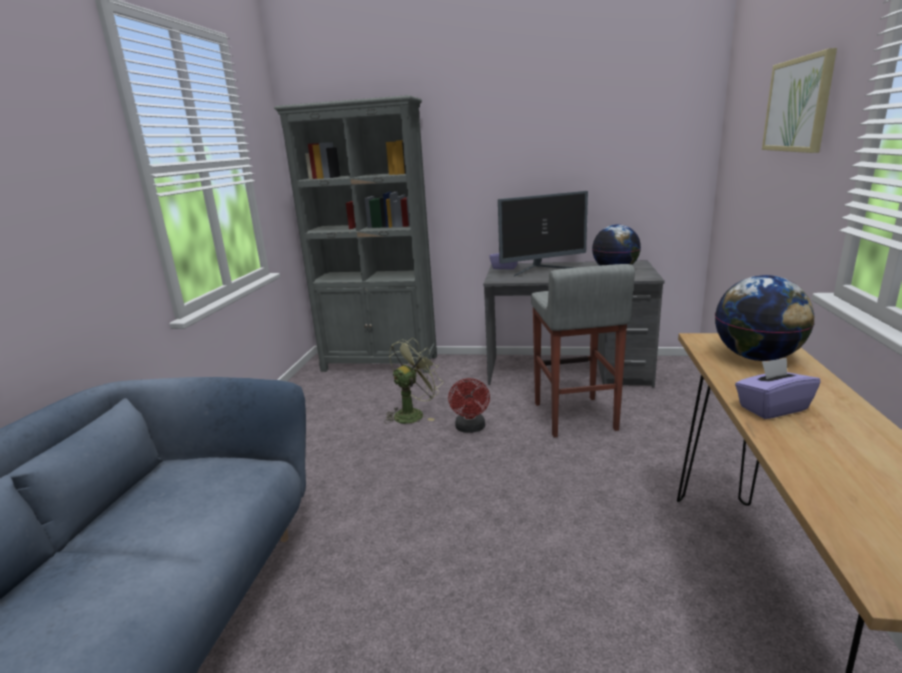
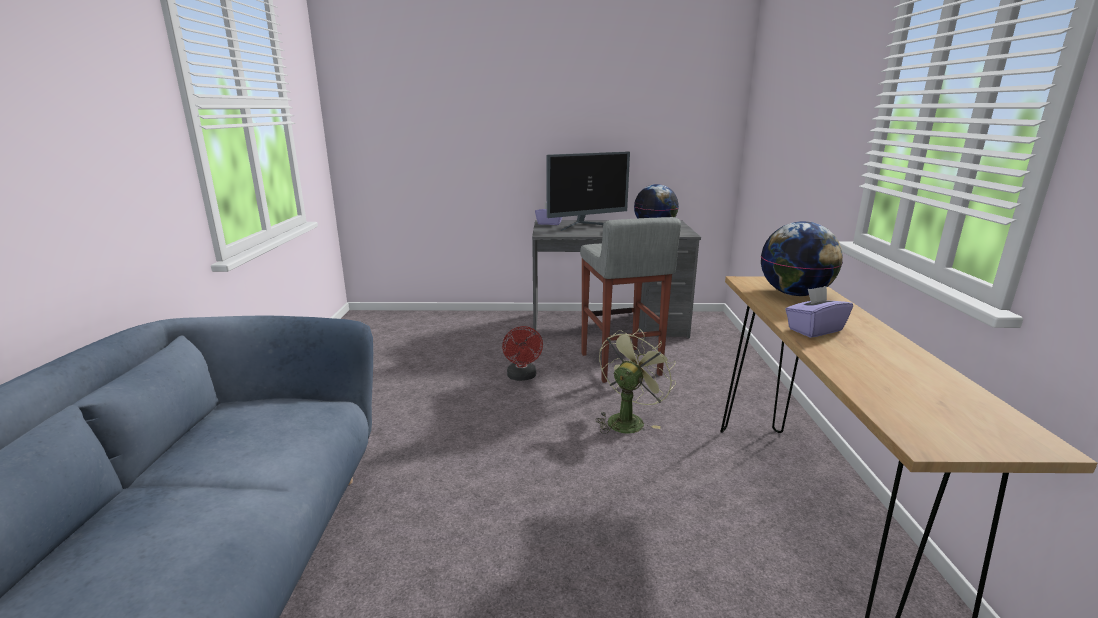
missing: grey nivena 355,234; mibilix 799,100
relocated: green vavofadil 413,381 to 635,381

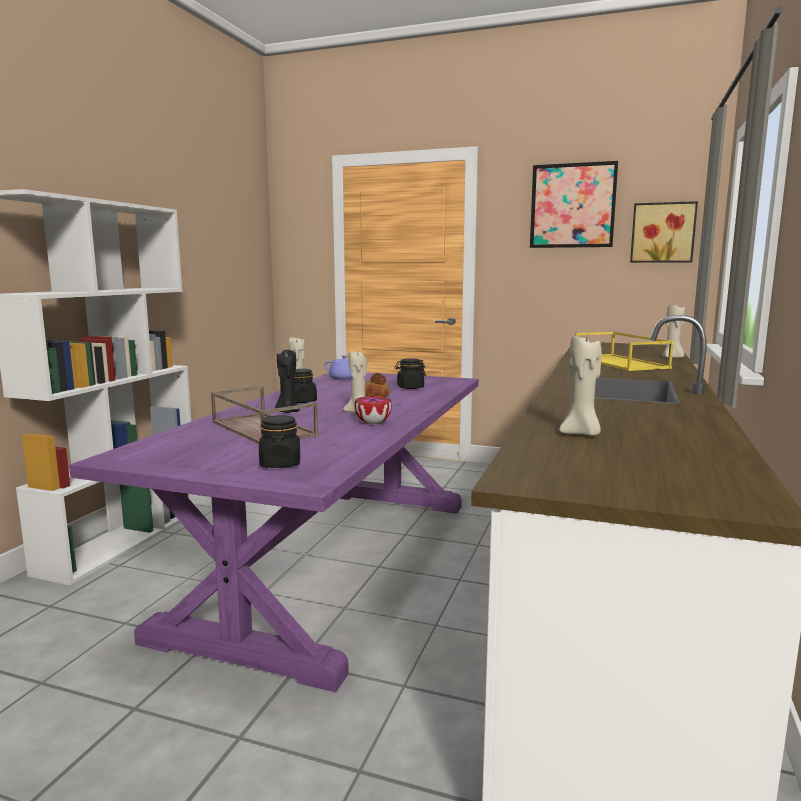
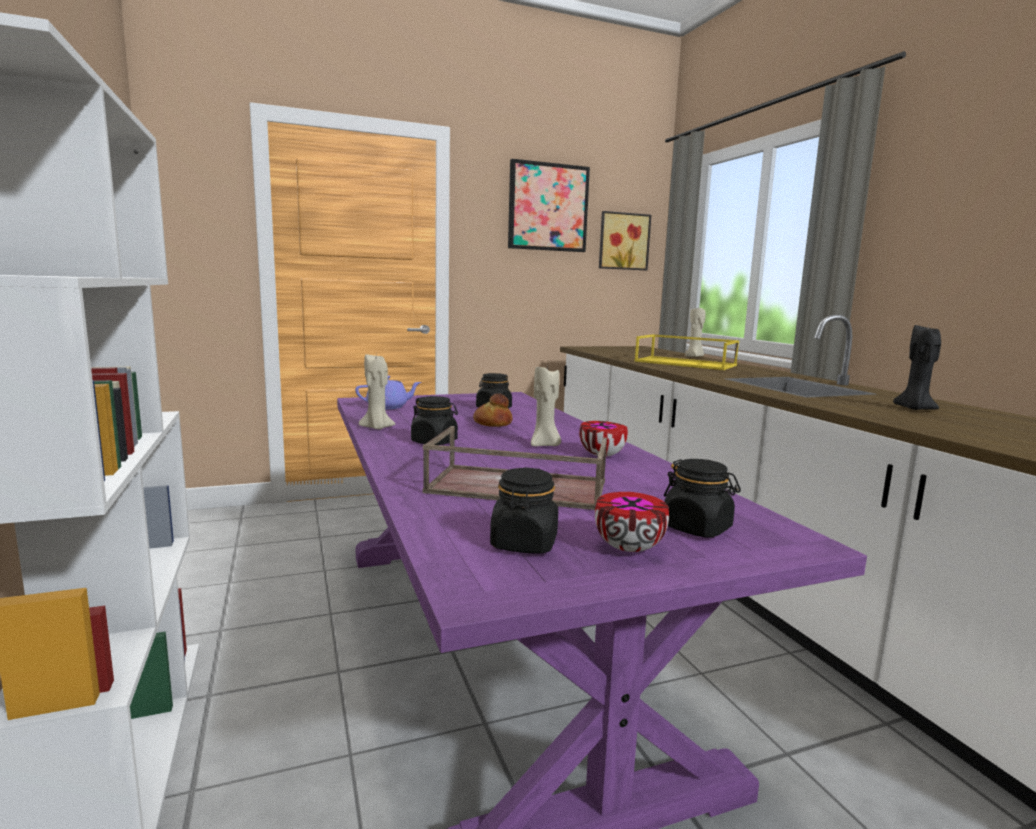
missing: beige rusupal 580,386
appeared: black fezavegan 524,510; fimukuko 632,522
relocated: black rusupal 287,381 to 917,367

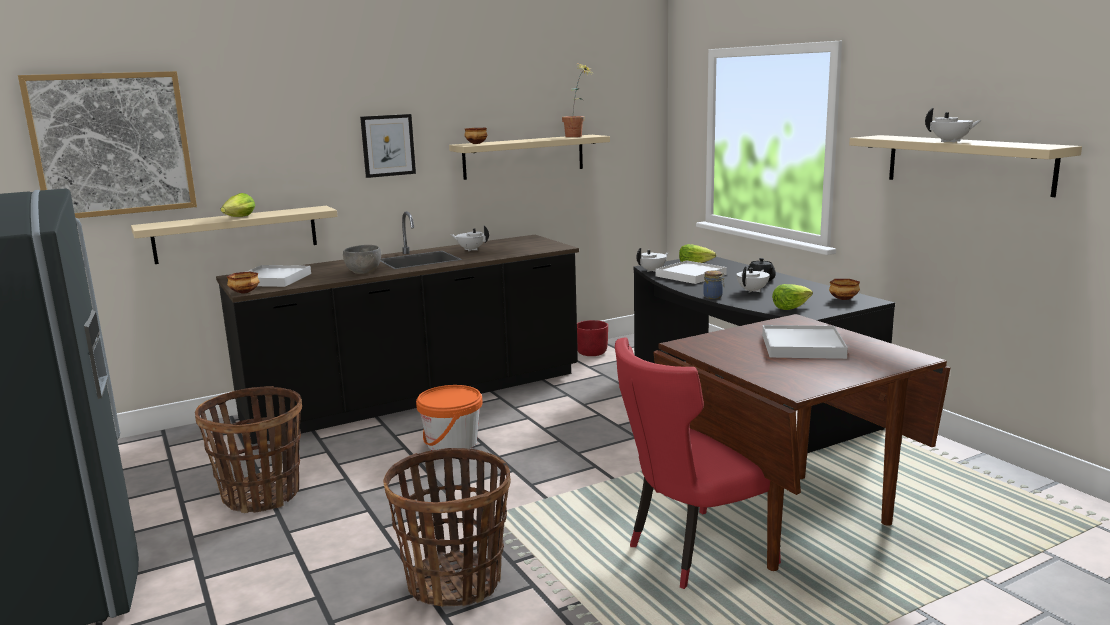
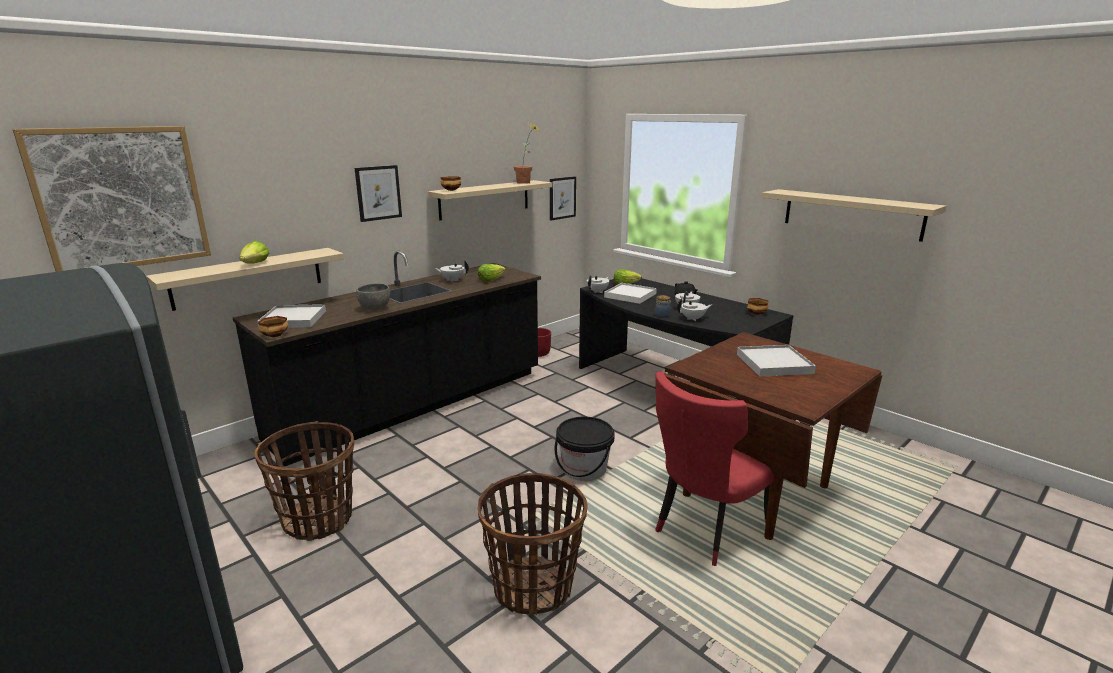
missing: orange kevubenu 449,417
appeared: mibilix 563,198; black kevubenu 585,449
relocated: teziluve 792,297 to 492,273; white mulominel 953,125 to 694,310

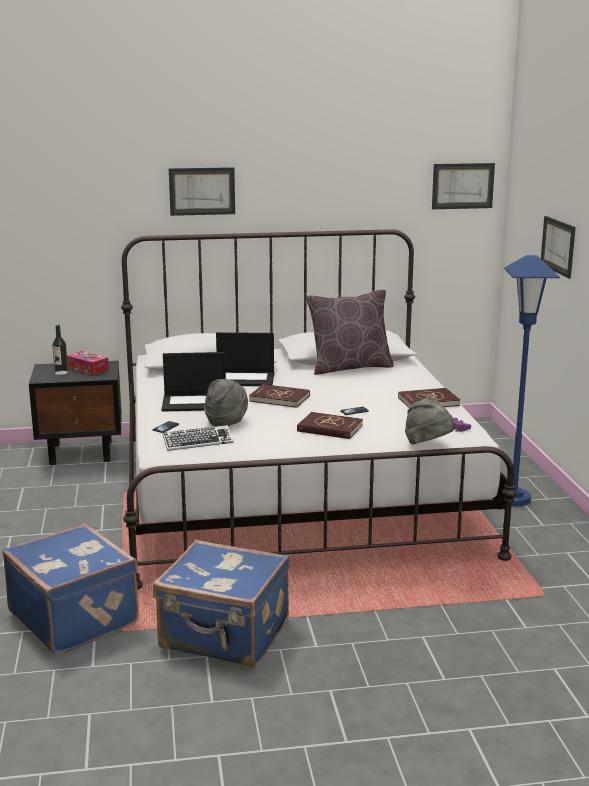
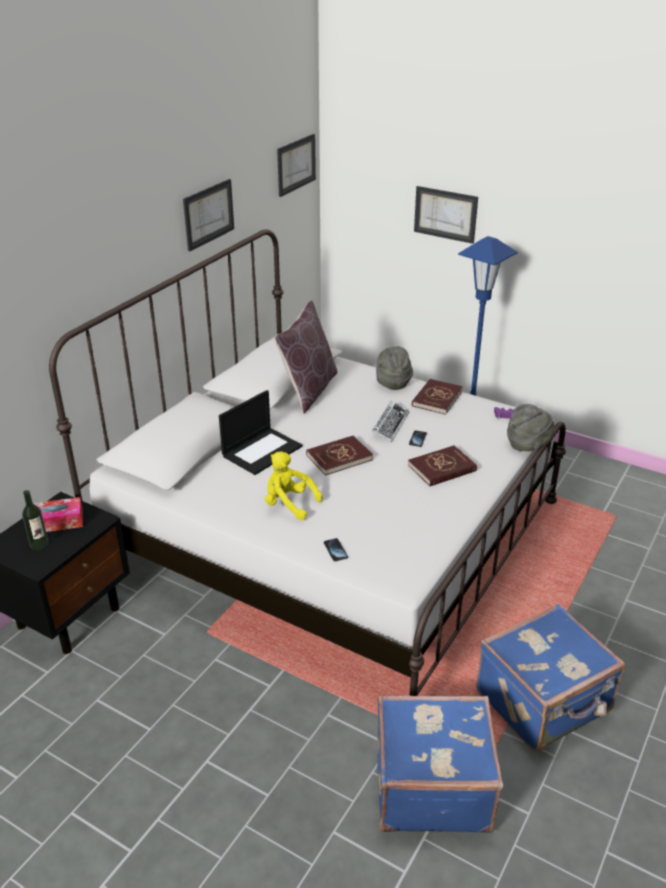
relocated: mibilix 202,191 to 208,215; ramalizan 198,438 to 390,421; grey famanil 226,403 to 394,368
exchanged: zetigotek 194,382 to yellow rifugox 294,485

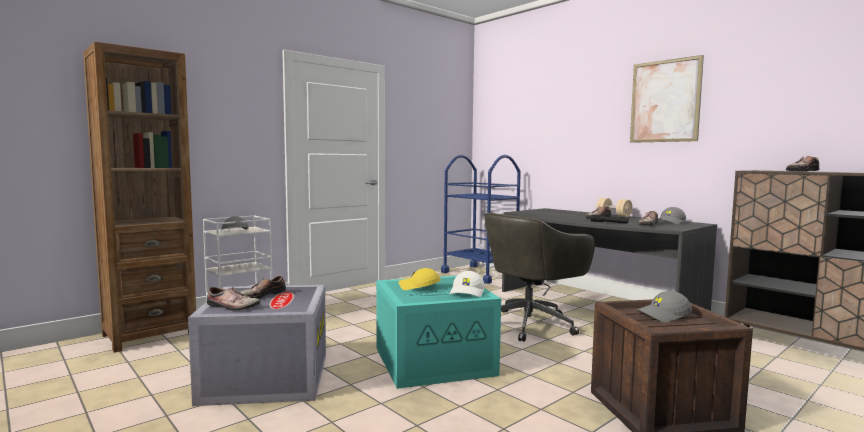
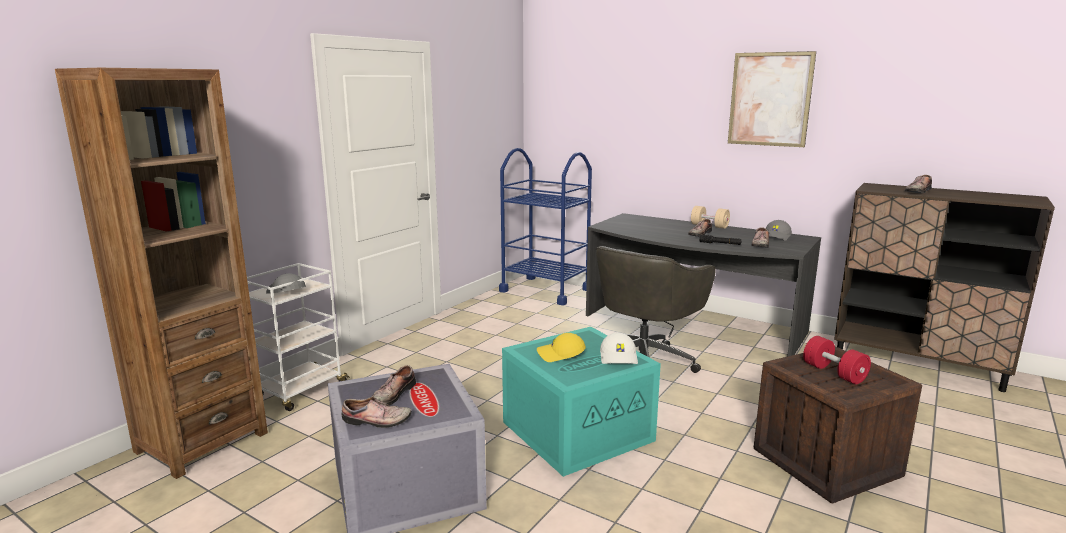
exchanged: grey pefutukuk 664,306 to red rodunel 837,360

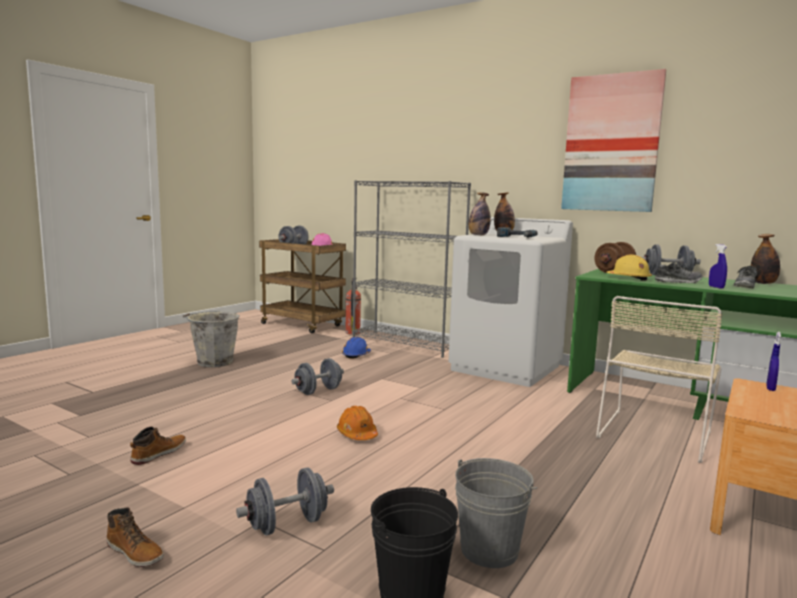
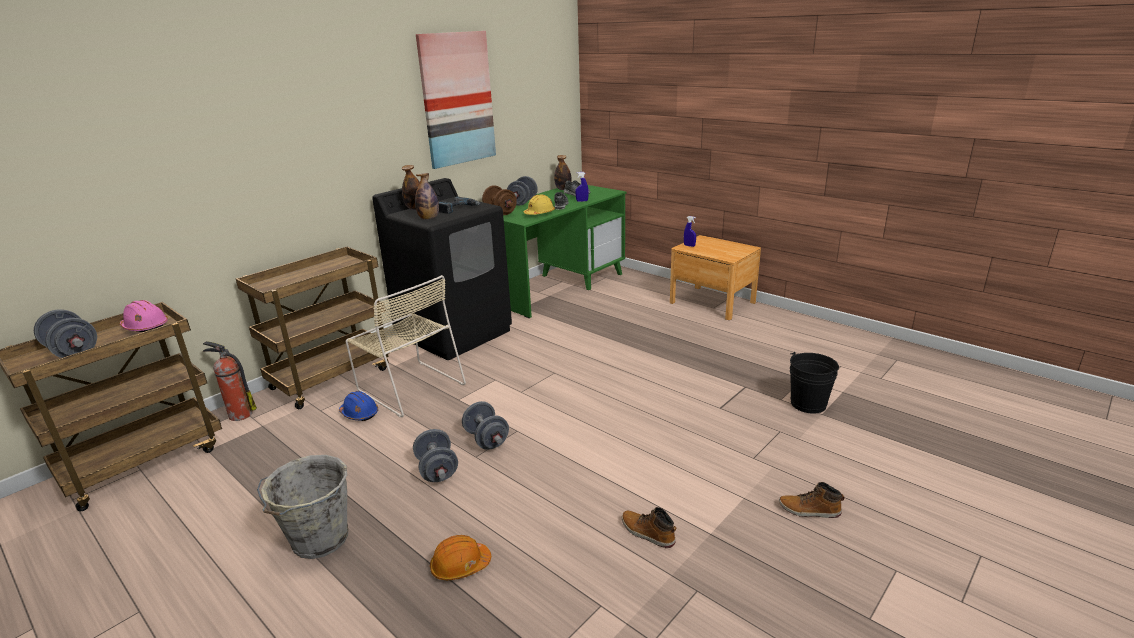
missing: grey kevubenu 496,513
relocated: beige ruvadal 659,379 to 406,346; grey rodunel 285,501 to 435,455; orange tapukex 357,423 to 460,557
exchanged: grey nivena 411,269 to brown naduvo 314,328
colour: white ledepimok 510,302 to black ledepimok 442,269
spun: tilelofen 135,537 = 811,500 120 degrees counterclockwise

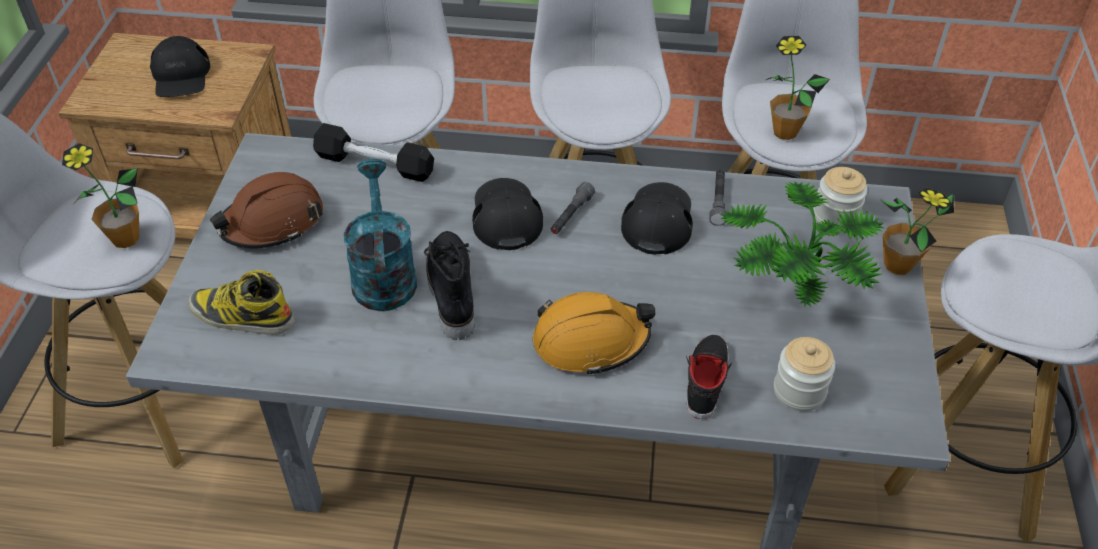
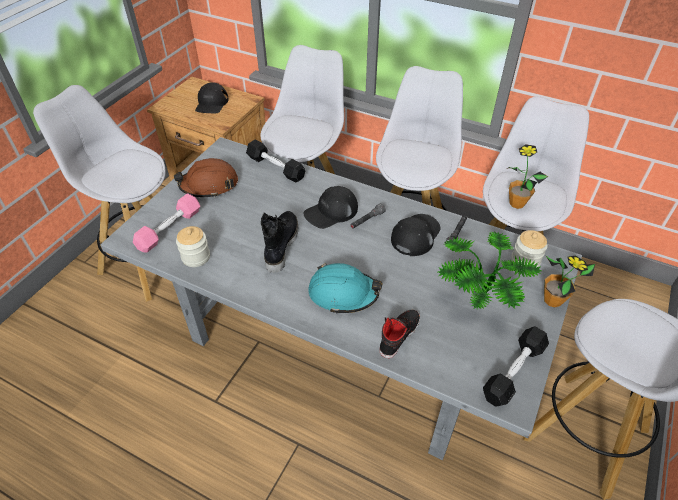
missing: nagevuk 100,195; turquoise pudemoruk 380,235
appeared: black rodunel 516,366
relocated: fezavegan 804,374 to 193,246
exchanged: tilelofen 242,302 to pink rodunel 166,223
colour: orange tapukex 594,334 to turquoise tapukex 345,288
spun: black pefutukuk 507,214 = 330,207 135 degrees counterclockwise

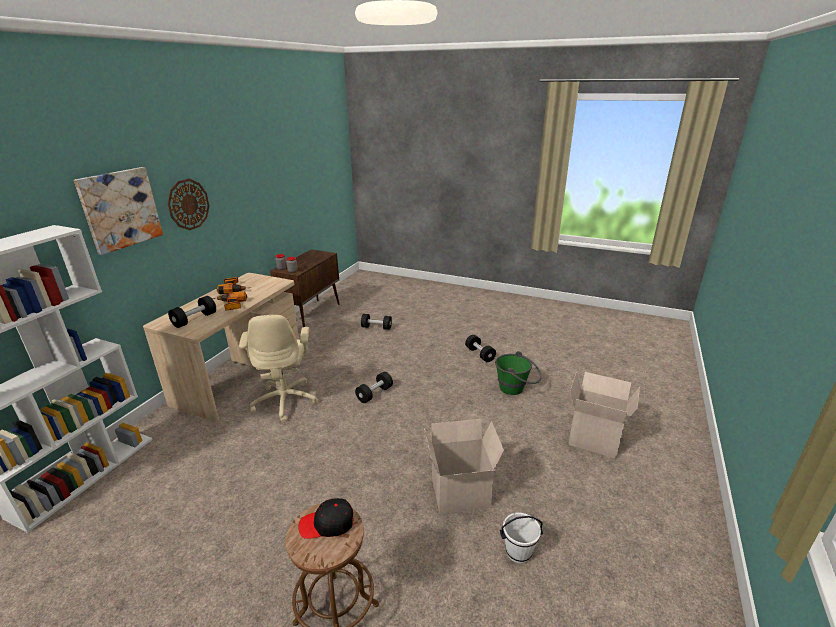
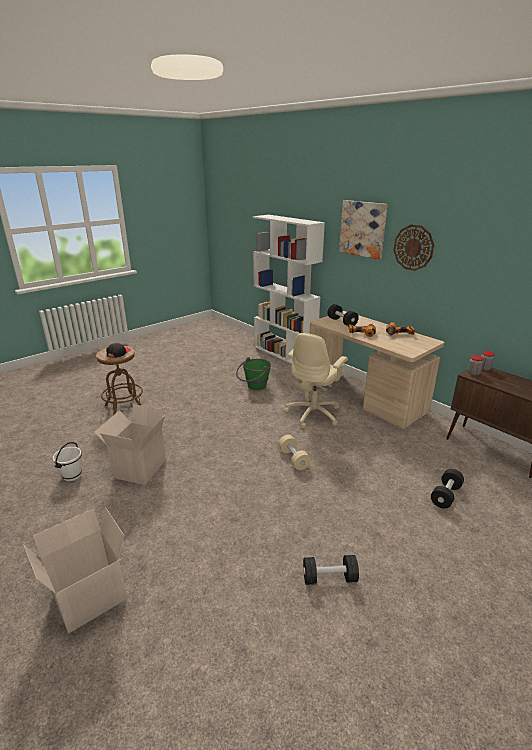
relocated: green kevubenu 518,373 to 253,373
colour: black rodunel 374,387 to beige rodunel 294,452
spun: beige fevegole 278,368 = 316,380 75 degrees counterclockwise

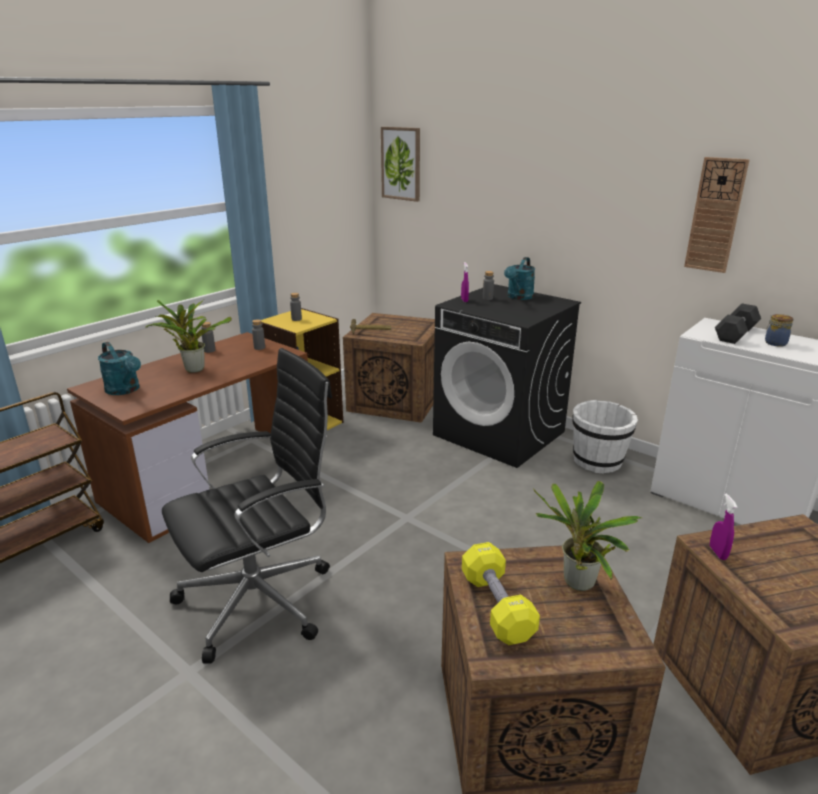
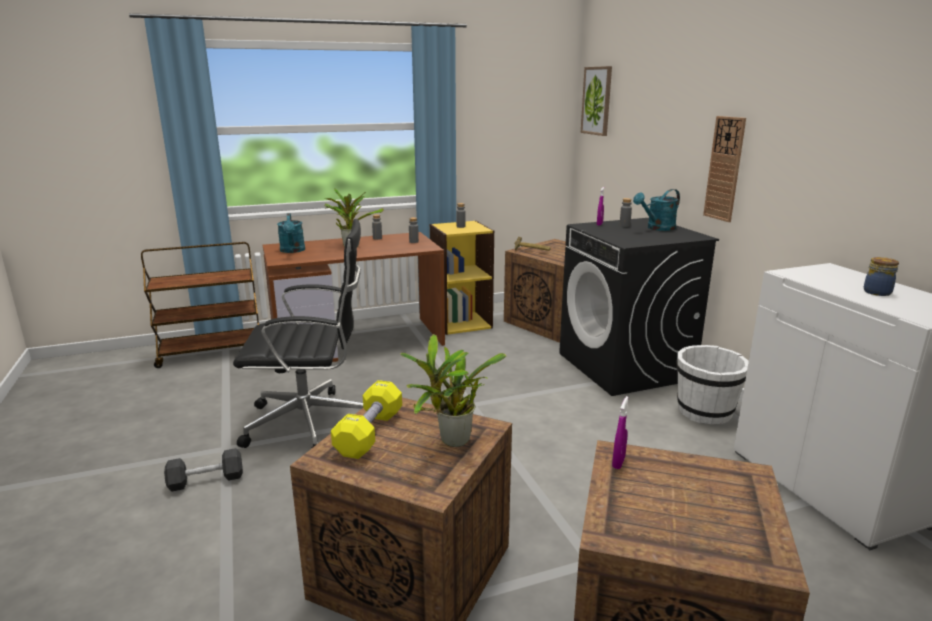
relocated: black rodunel 738,323 to 203,470; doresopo 717,215 to 724,169

